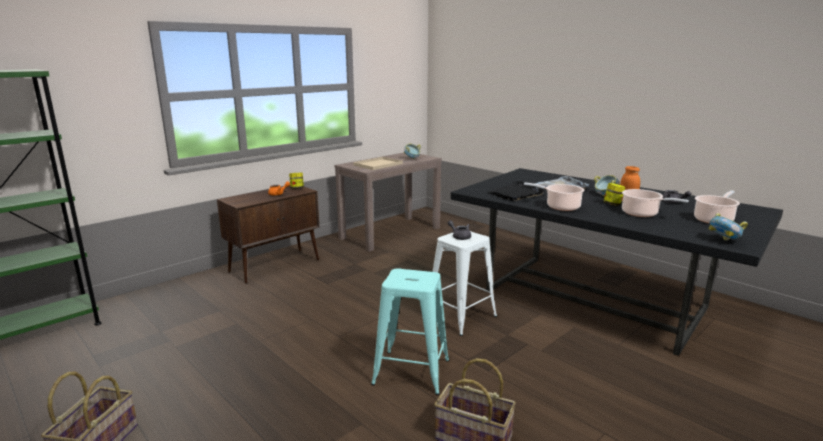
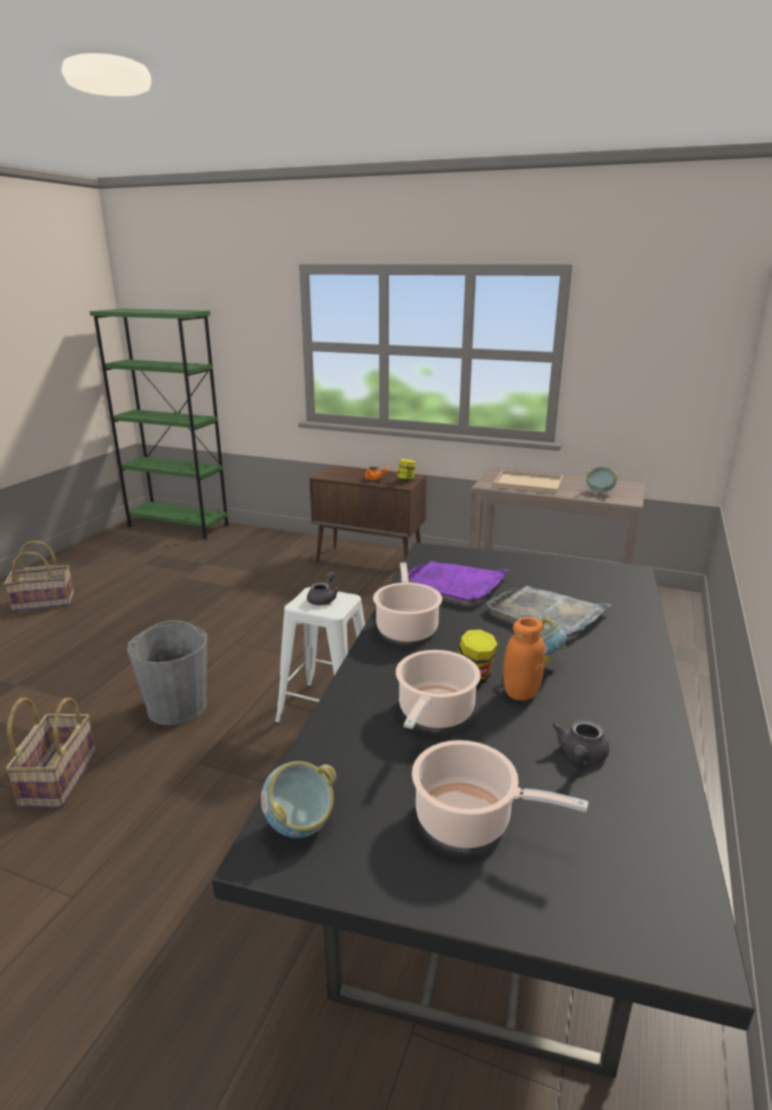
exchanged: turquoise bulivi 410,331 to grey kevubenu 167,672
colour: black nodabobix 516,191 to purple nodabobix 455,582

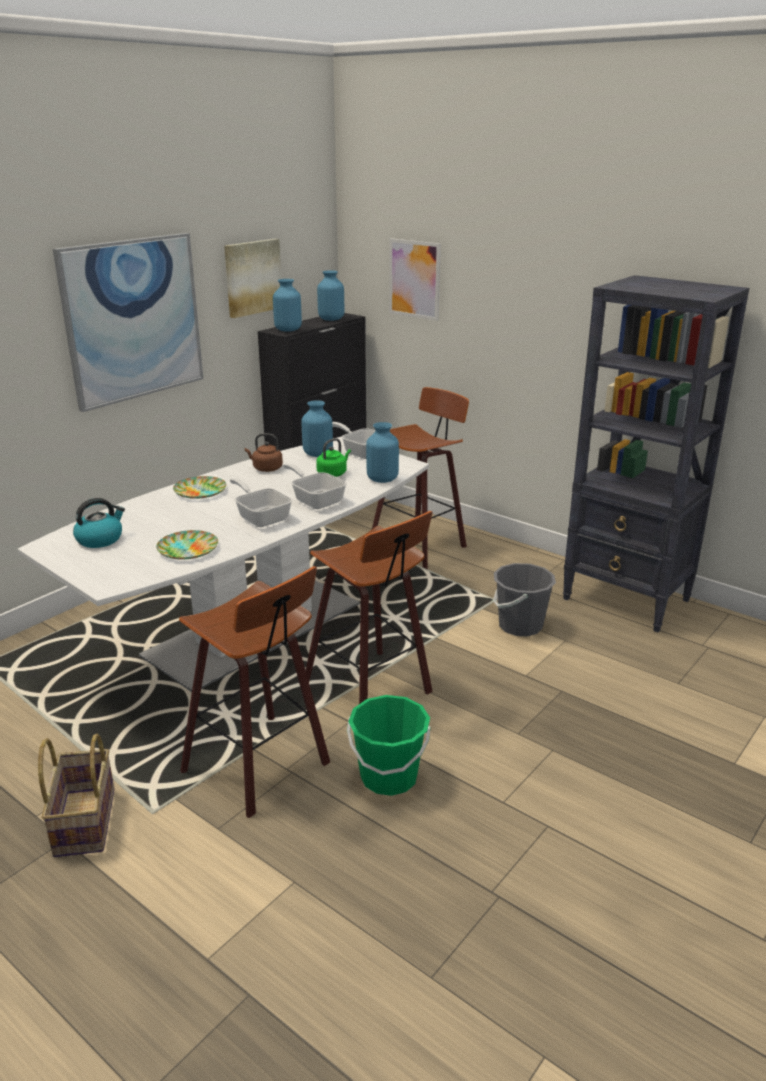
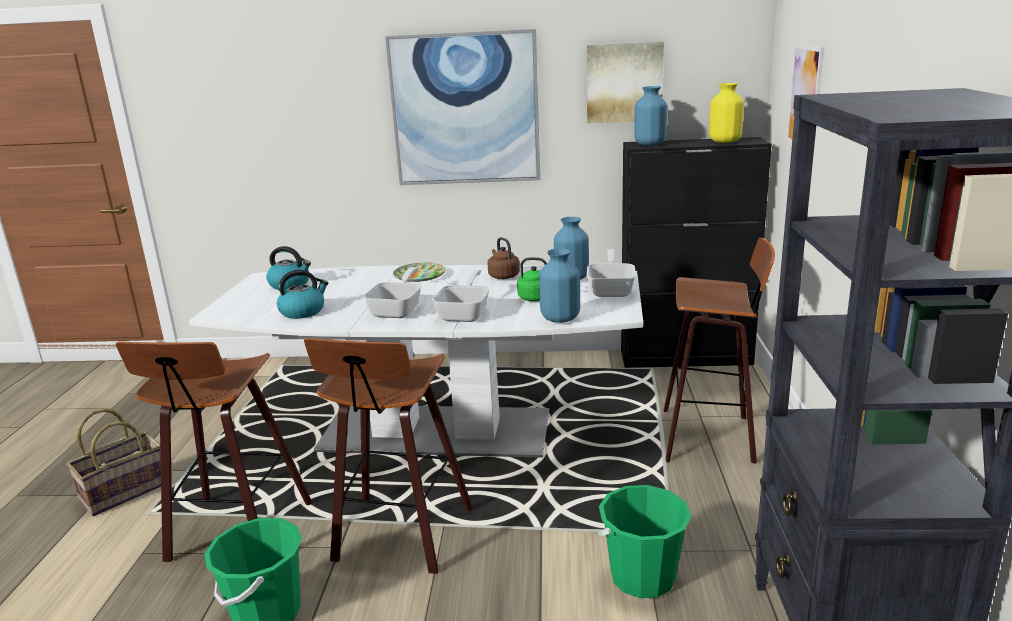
exchanged: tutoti 187,544 to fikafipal 302,294
colour: grey kevubenu 524,599 to green kevubenu 645,541; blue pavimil 330,295 to yellow pavimil 726,113

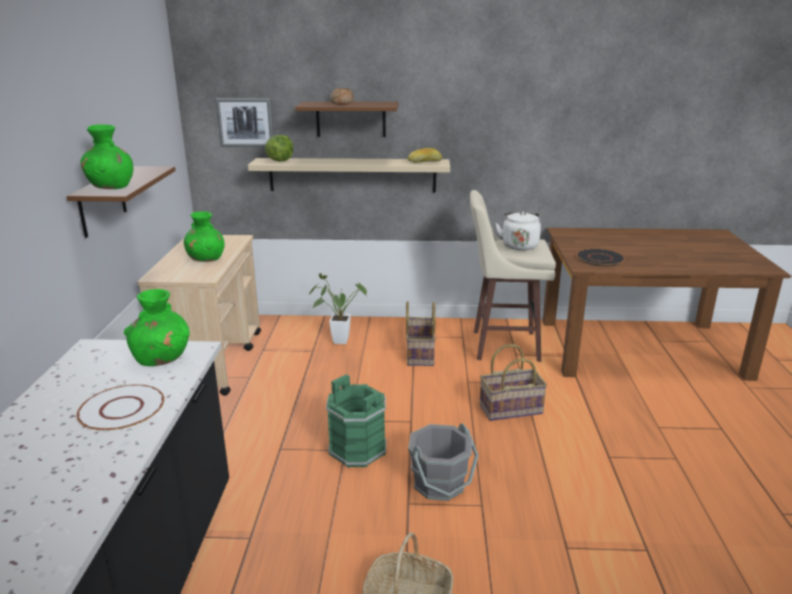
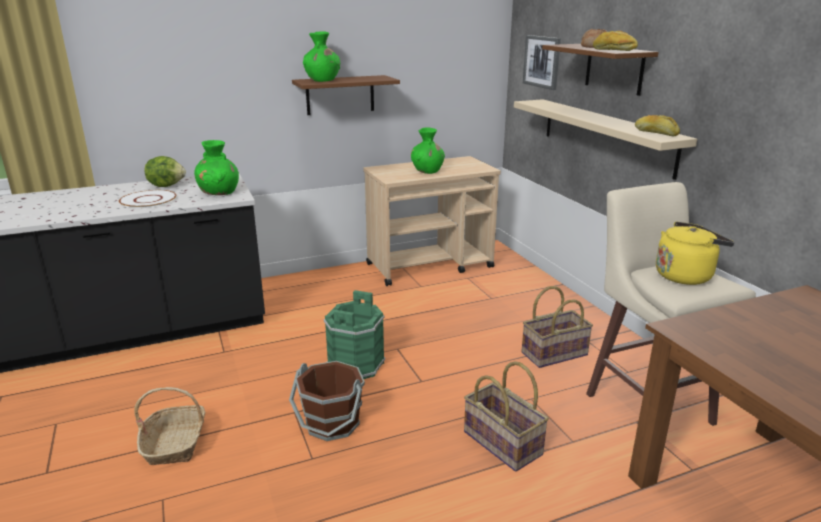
missing: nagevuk 338,308; black tutoti 600,257
appeared: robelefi 615,41
relocated: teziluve 279,148 to 165,171
colour: grey kevubenu 443,462 to brown kevubenu 327,401; white fikafipal 518,231 to yellow fikafipal 695,253

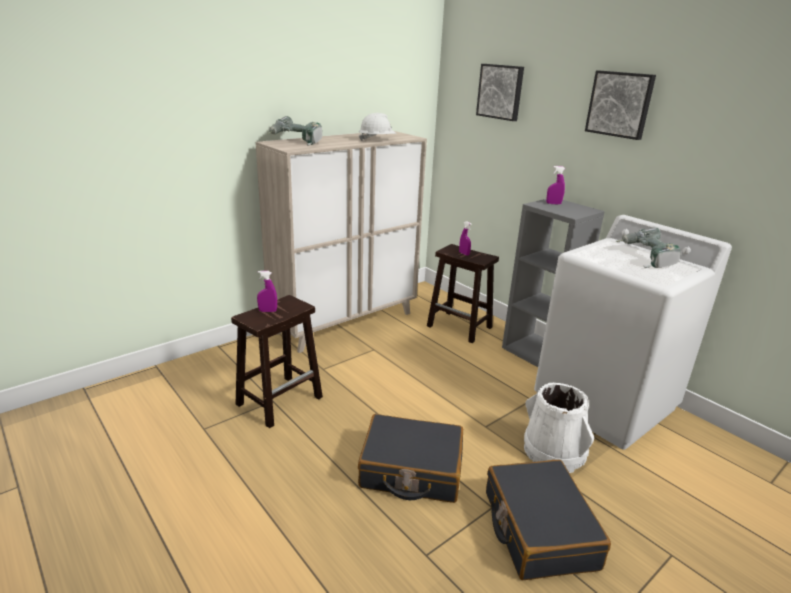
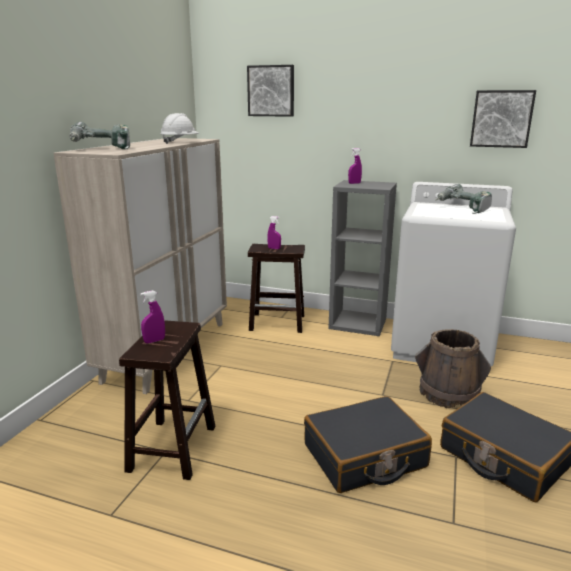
relocated: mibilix 620,105 to 503,119
colour: white kevubenu 559,428 to brown kevubenu 453,369

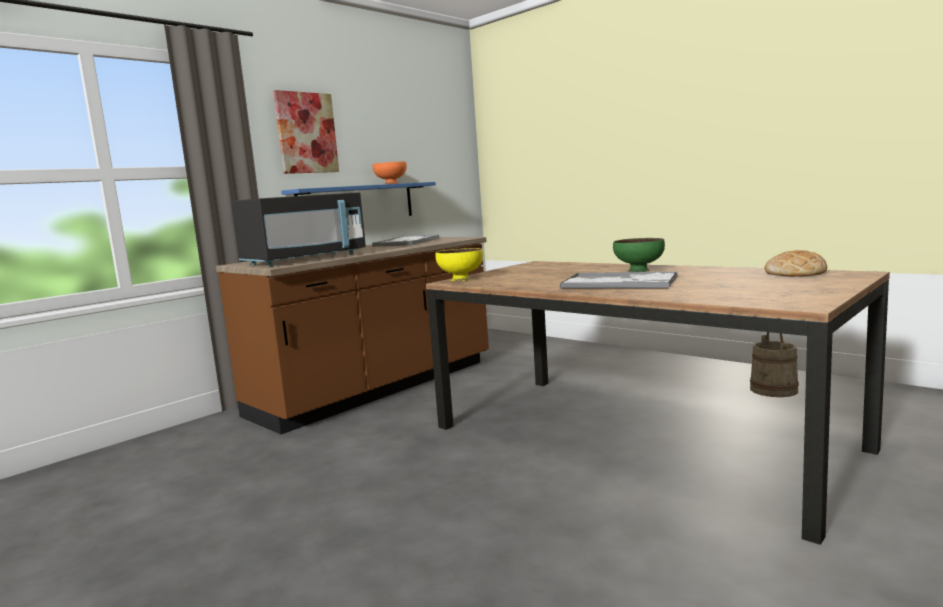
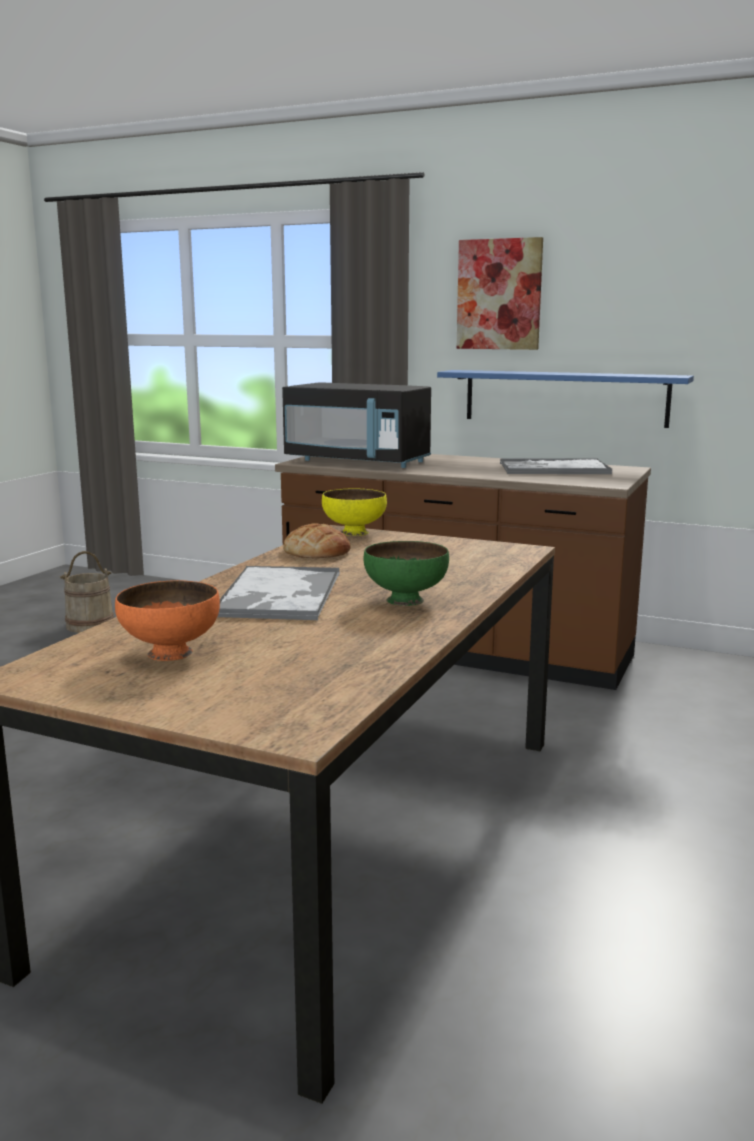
relocated: beige kevubenu 774,364 to 87,592; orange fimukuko 390,173 to 167,620; robelefi 795,263 to 317,540

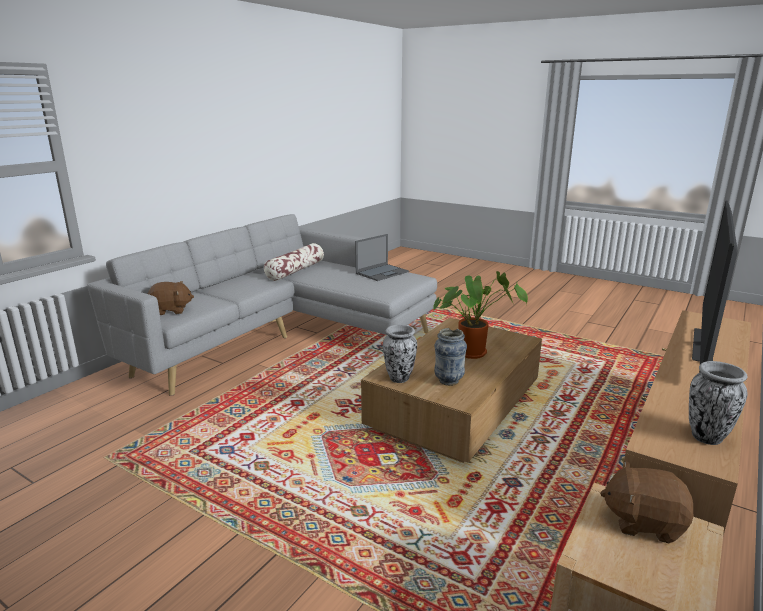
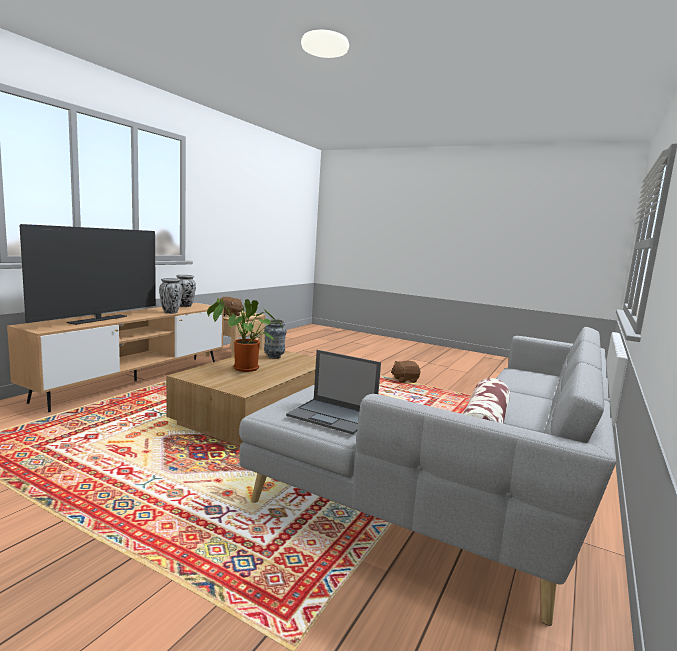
relocated: pavimil 400,353 to 170,296; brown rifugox 171,298 to 406,372
spun: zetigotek 382,257 = 333,392 105 degrees counterclockwise

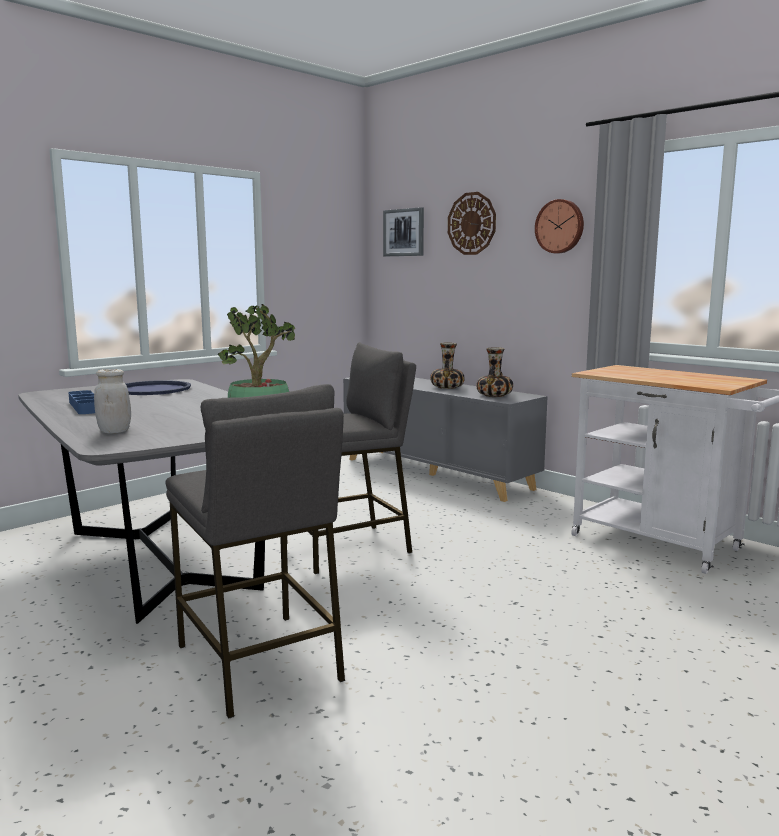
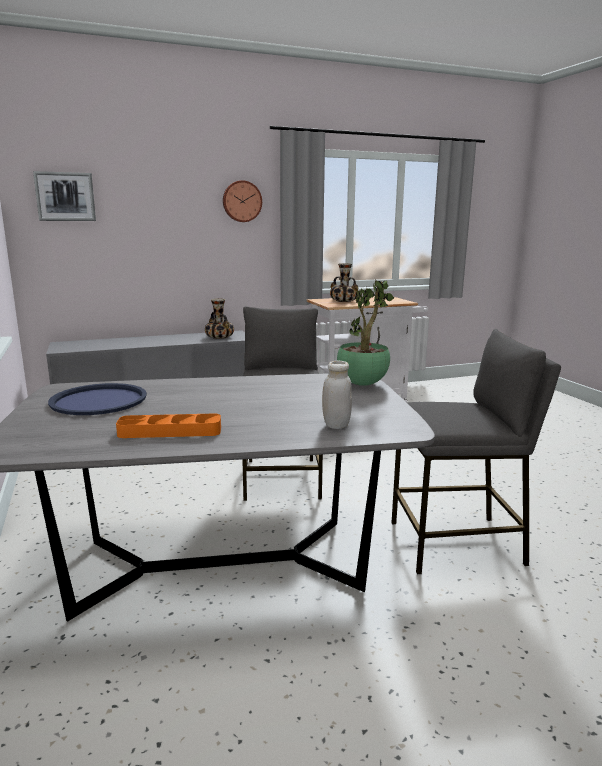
missing: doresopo 472,223
relocated: pavimil 447,366 to 344,282
colour: blue nodabobix 81,402 to orange nodabobix 168,426

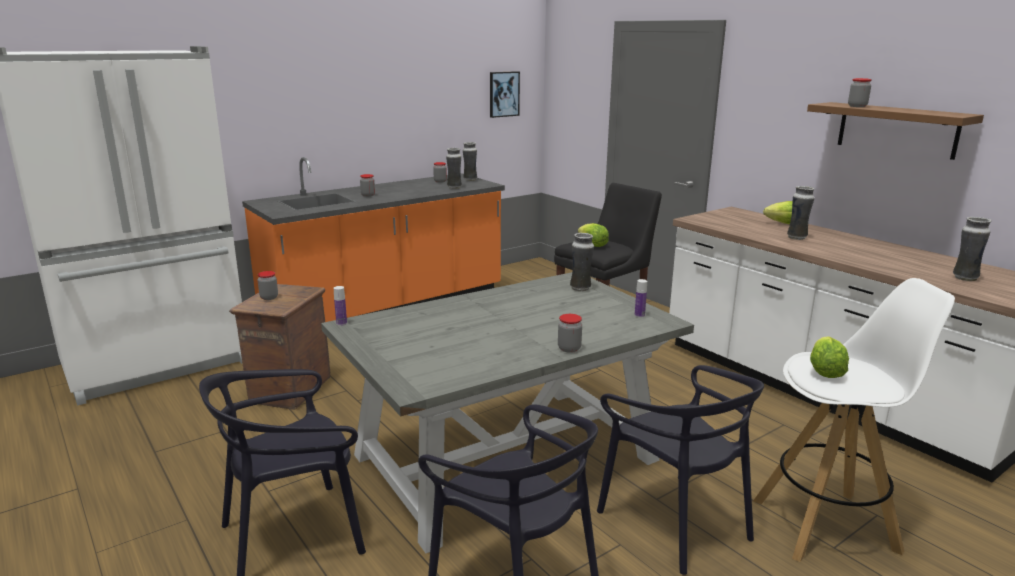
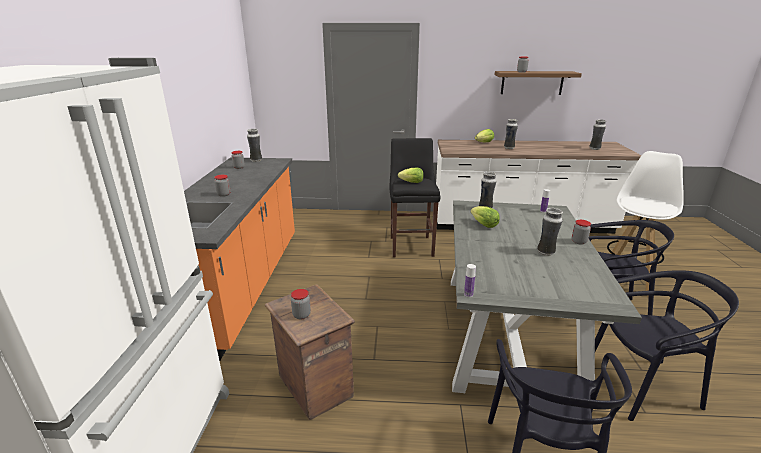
missing: mibilix 505,94
relocated: teziluve 829,357 to 485,217; pavimil 454,168 to 550,232

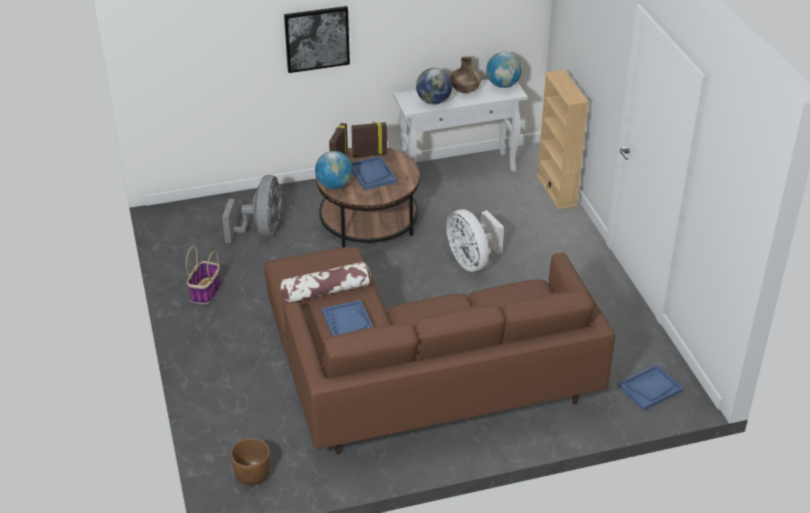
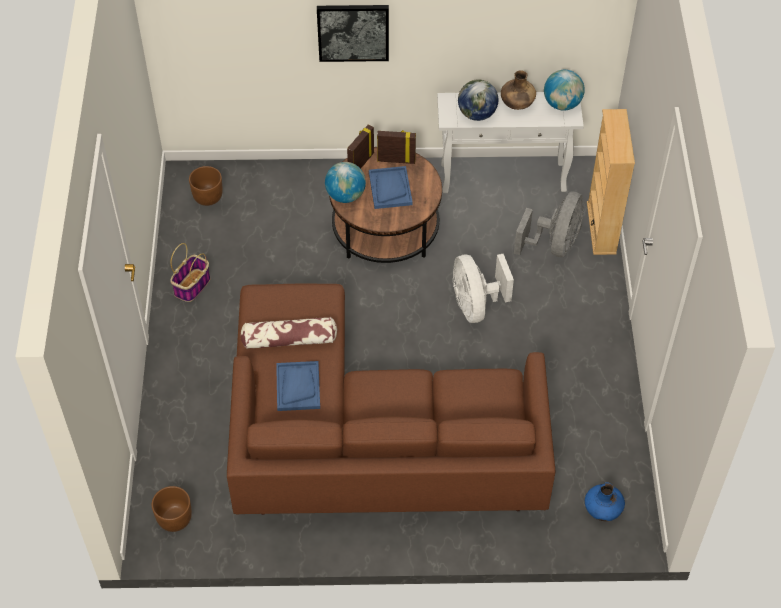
appeared: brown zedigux 206,186
relocated: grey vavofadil 252,209 to 549,224
exchanged: blue nodabobix 651,387 to blue pavimil 605,501

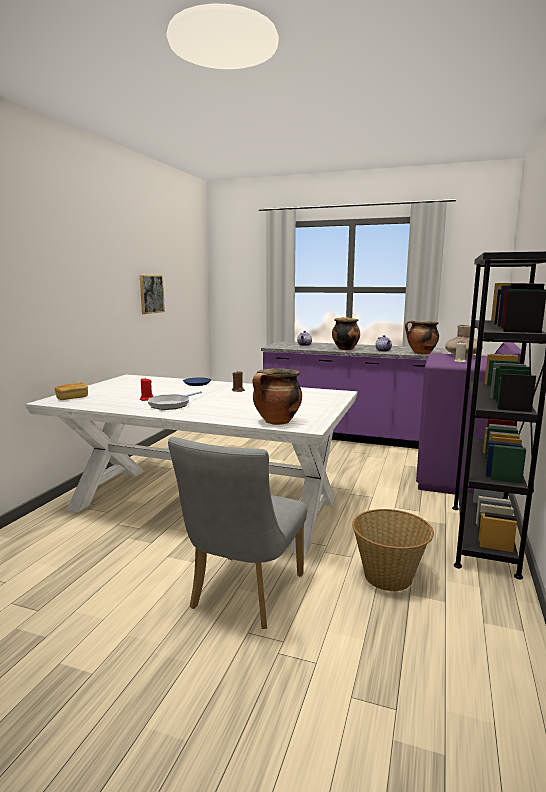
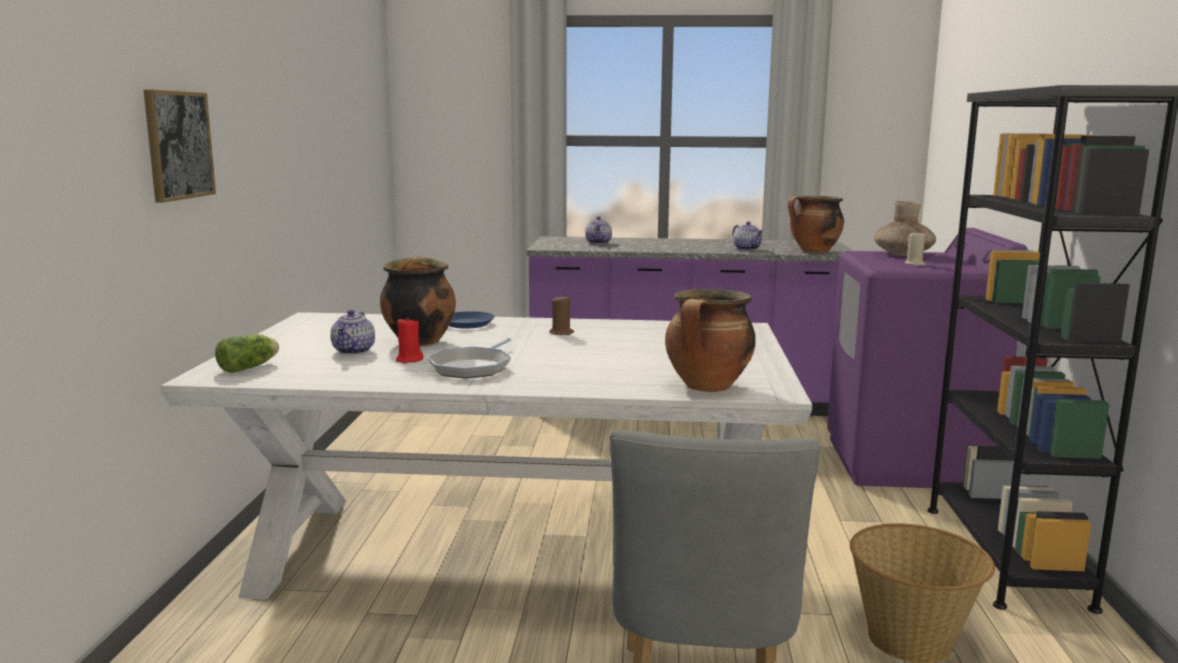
appeared: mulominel 352,332
relocated: mibilix 152,294 to 180,146; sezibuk 346,333 to 418,302
exchanged: robelefi 71,391 to teziluve 247,353

